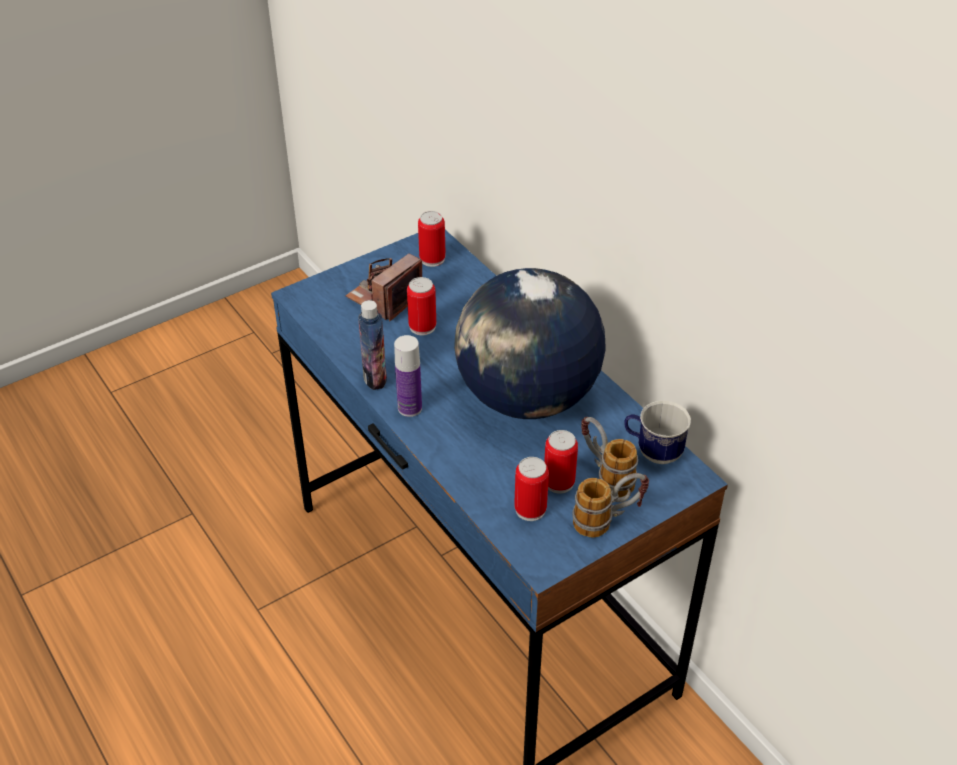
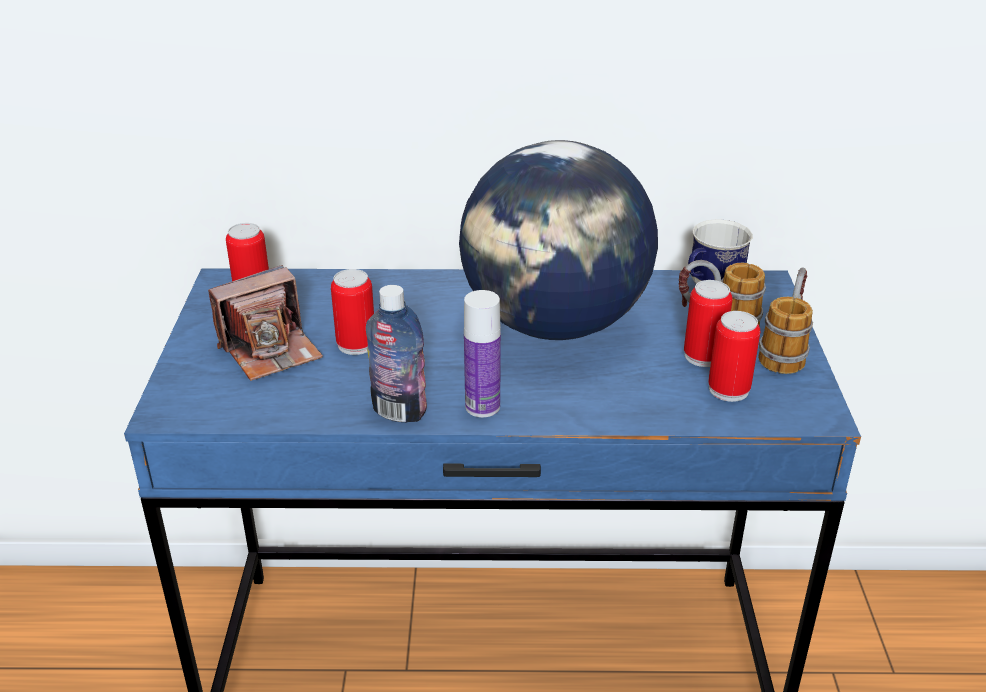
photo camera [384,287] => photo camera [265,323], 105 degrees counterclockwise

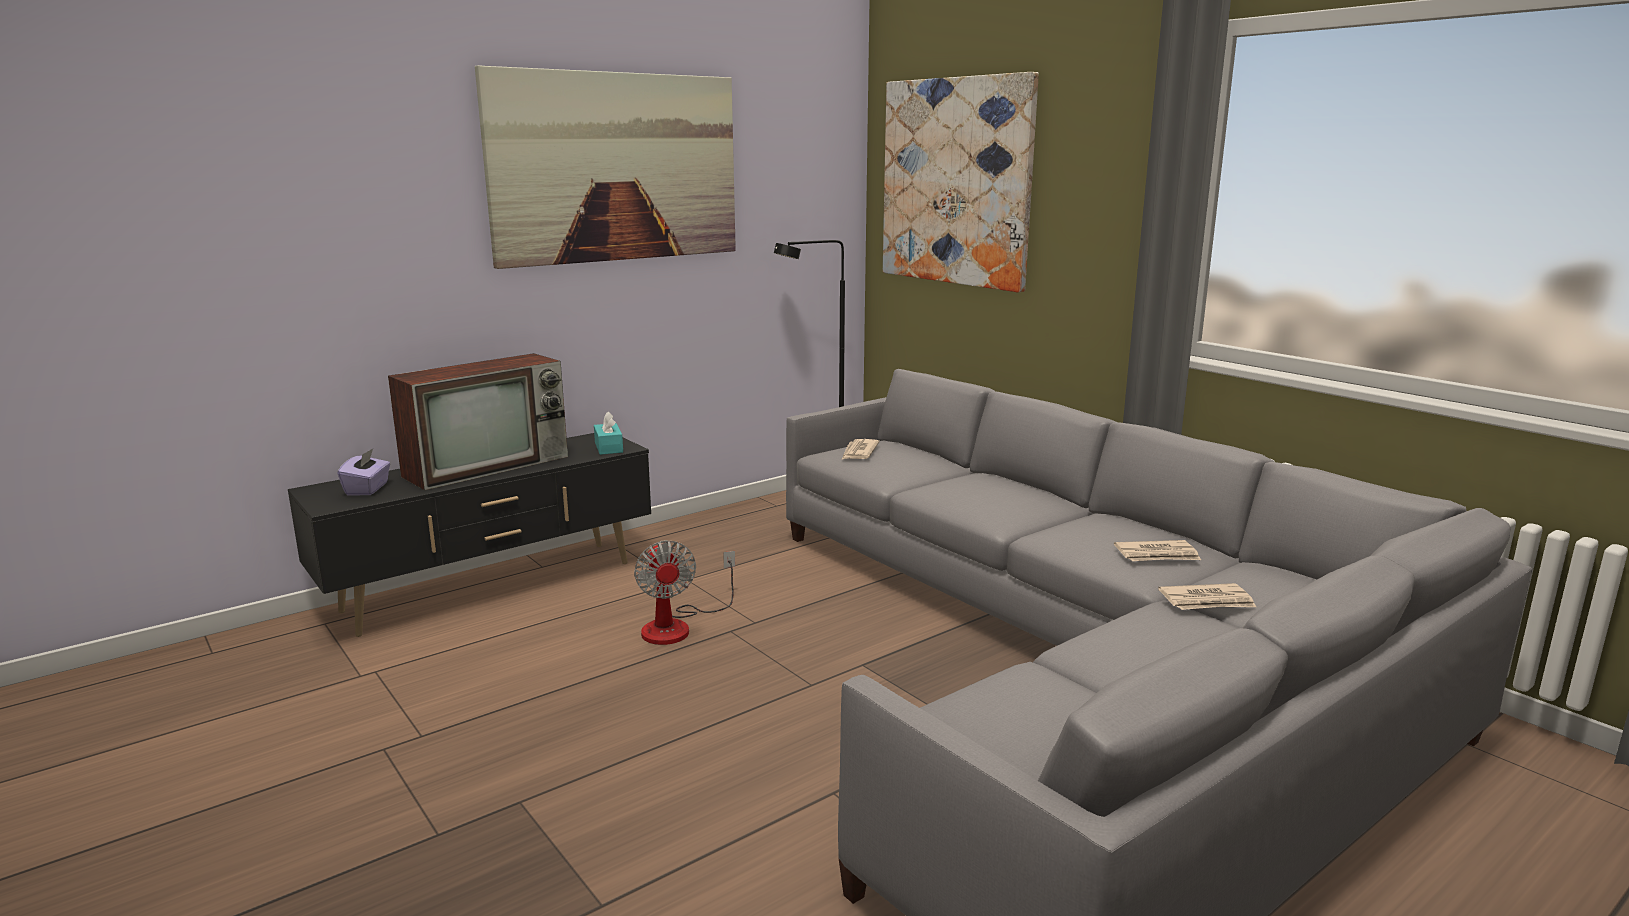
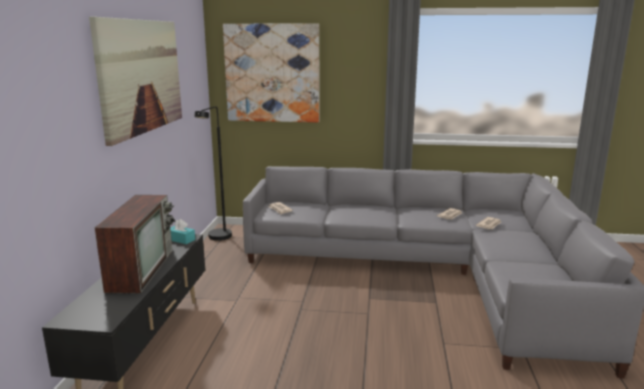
purple tissue box [363,471] => nothing
fan [684,592] => nothing

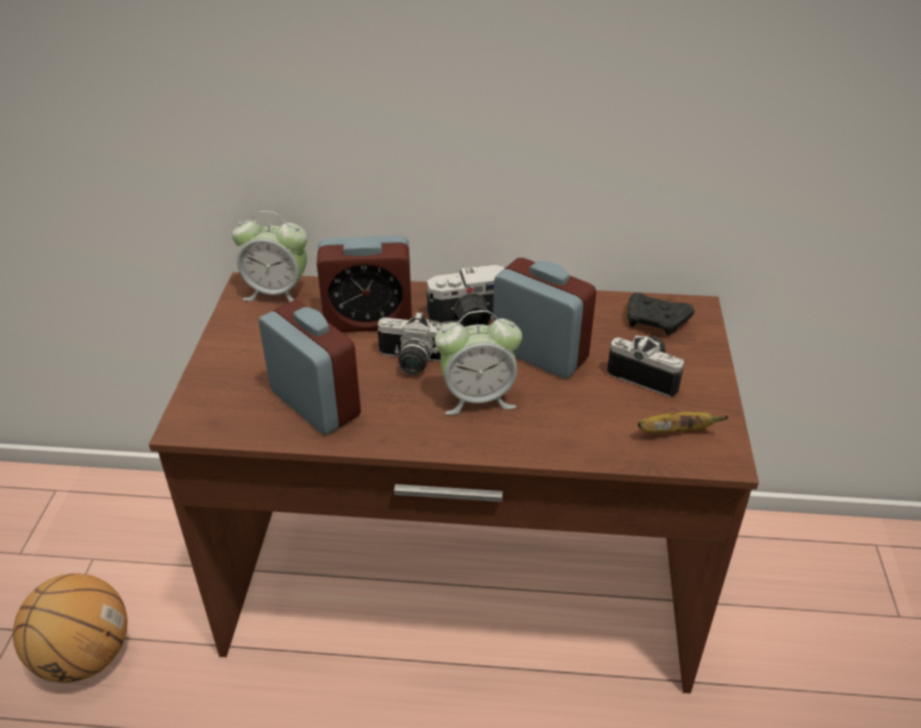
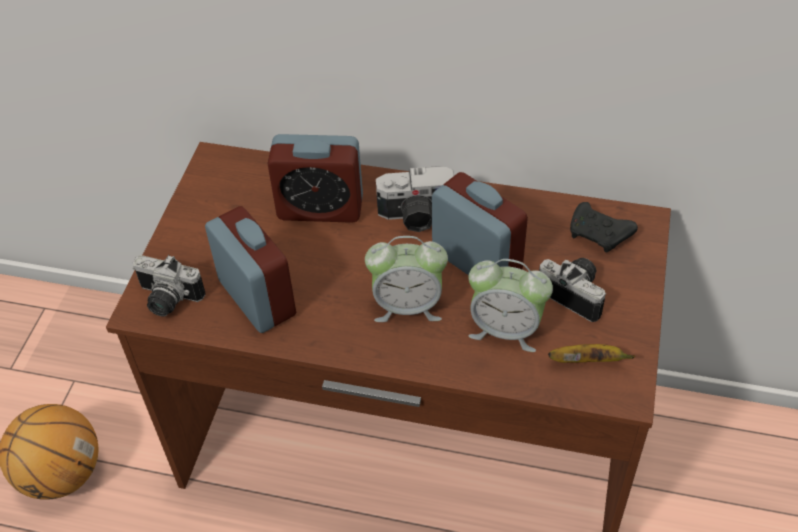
alarm clock [269,256] => alarm clock [510,305], move
photo camera [412,343] => photo camera [169,286], move

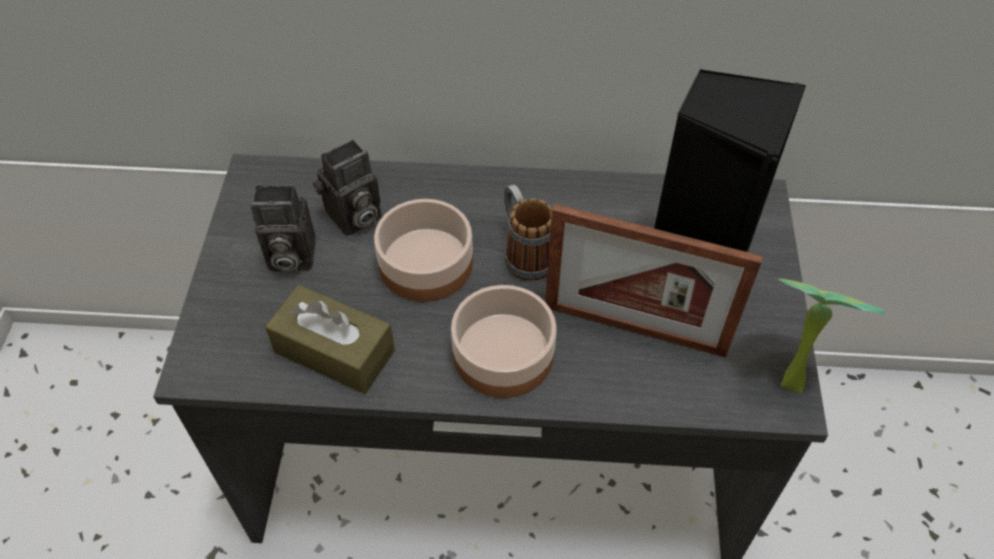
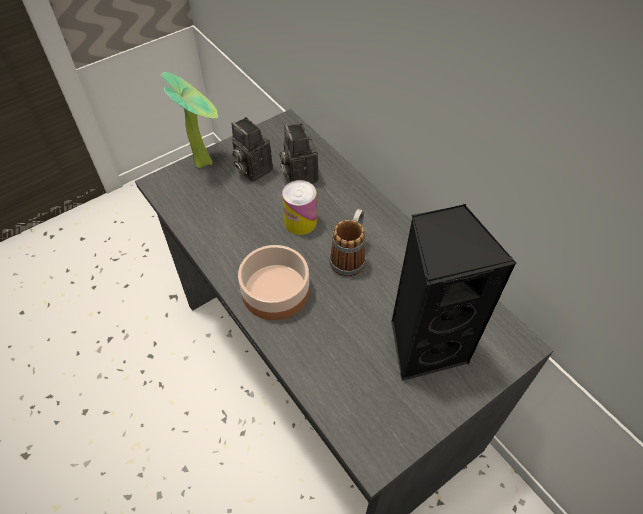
brown tissue box [330,339] => nothing
photo camera [347,187] => photo camera [298,153], 60 degrees clockwise
bowl [423,250] => can [299,207]
picture frame [654,281] => nothing
potted plant [831,336] => potted plant [189,120], move

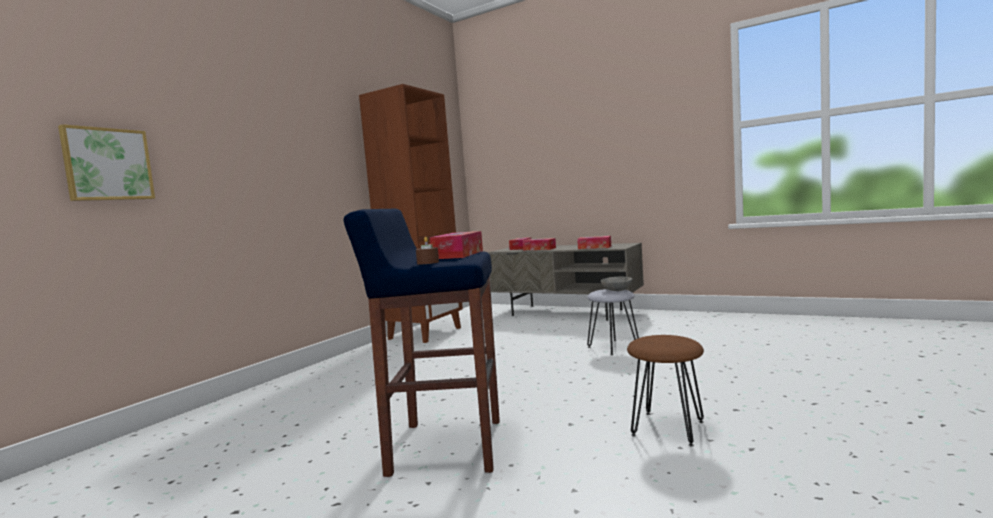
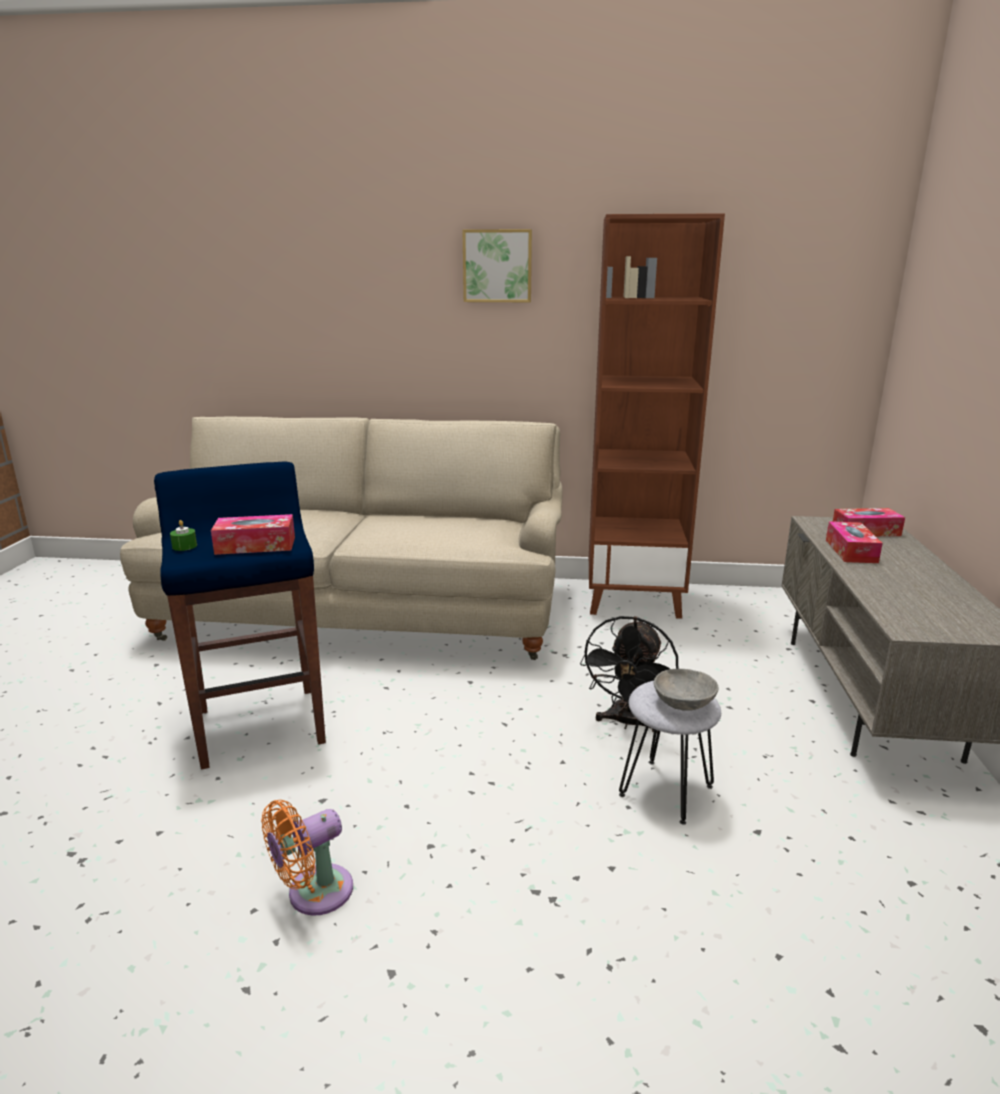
picture [106,162] => picture [497,265], move
brown candle [427,250] => green candle [183,535]
tissue box [594,242] => nothing
brown stool [665,391] => orange fan [307,858]
nothing => beige sofa [341,538]
nothing => black fan [629,674]

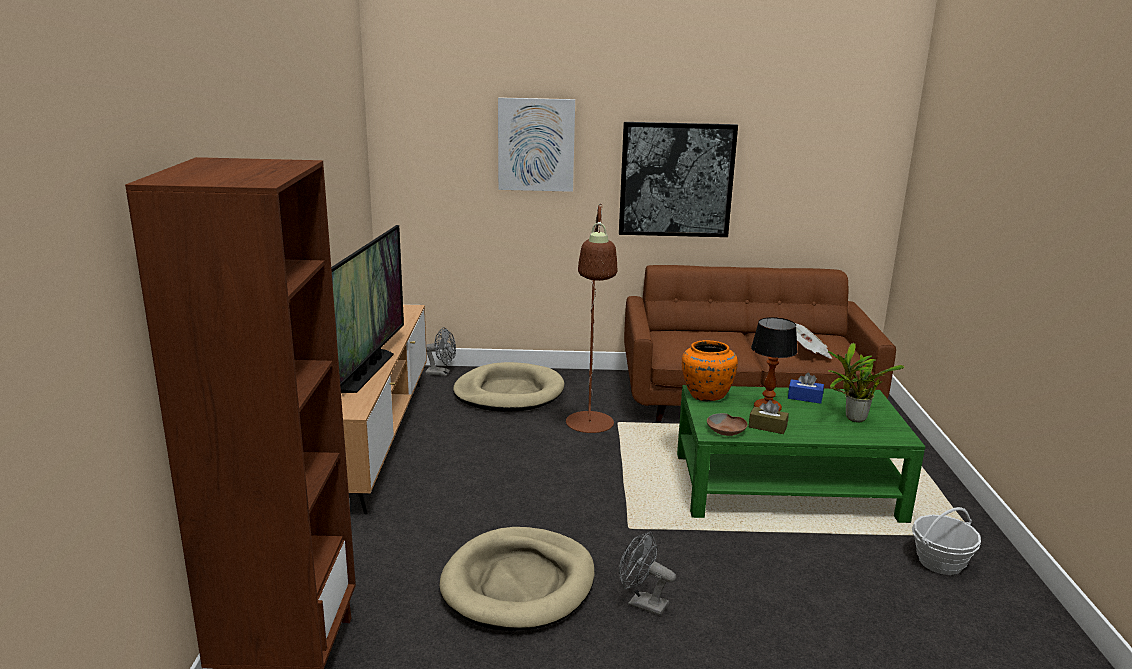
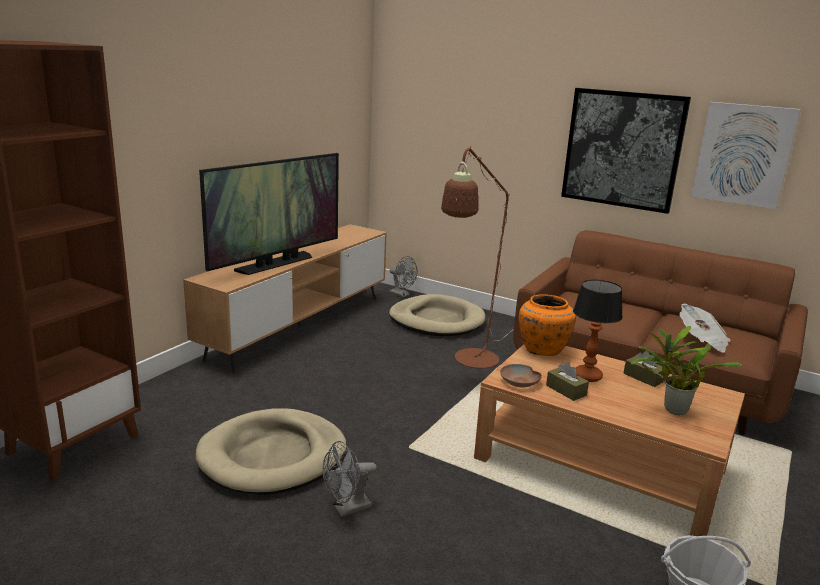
picture [536,144] => picture [746,155], move
grey fan [647,574] => grey fan [350,479], 90 degrees counterclockwise
green coffee table [801,454] => brown coffee table [609,440]
blue tissue box [806,388] => brown tissue box [644,369]

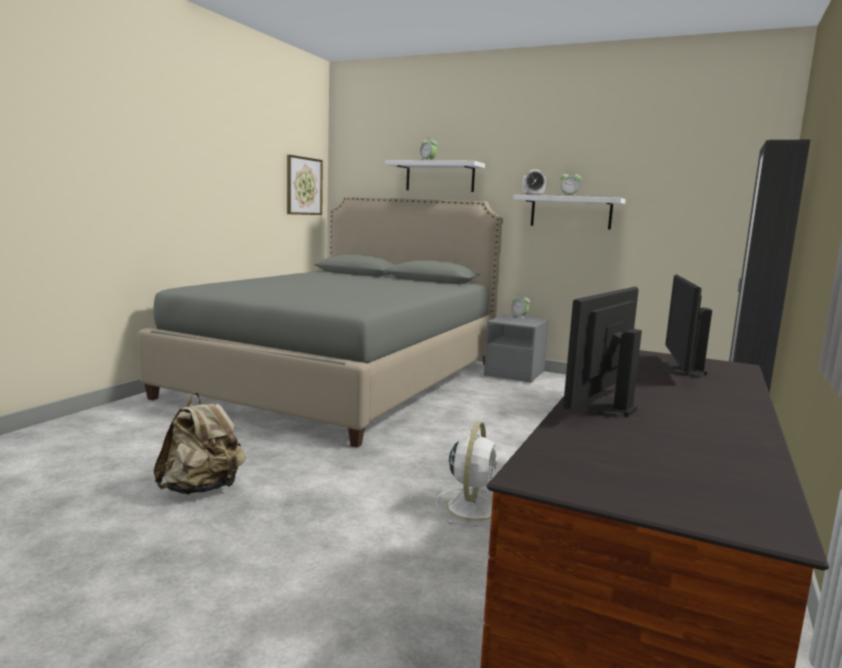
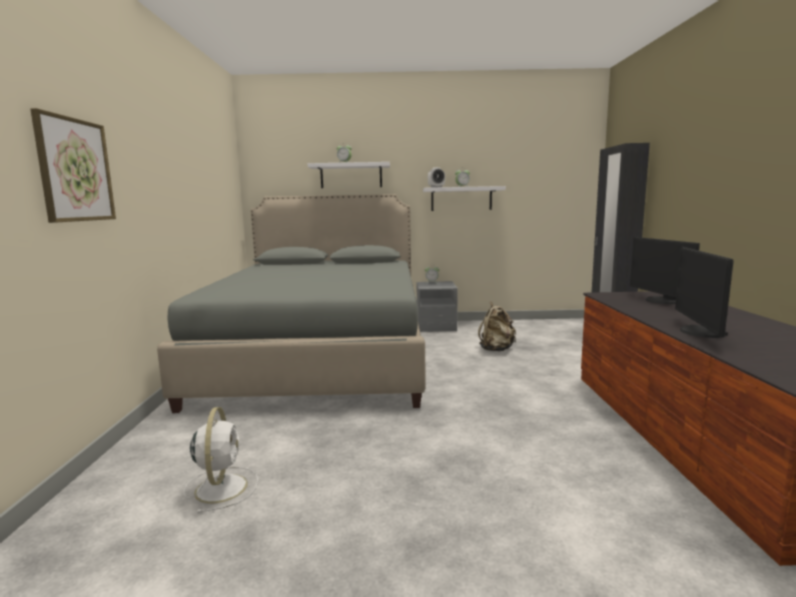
beige backpack [200,444] => beige backpack [497,326], move
picture [305,185] => picture [73,165], move
white fan [466,474] => white fan [221,460], move

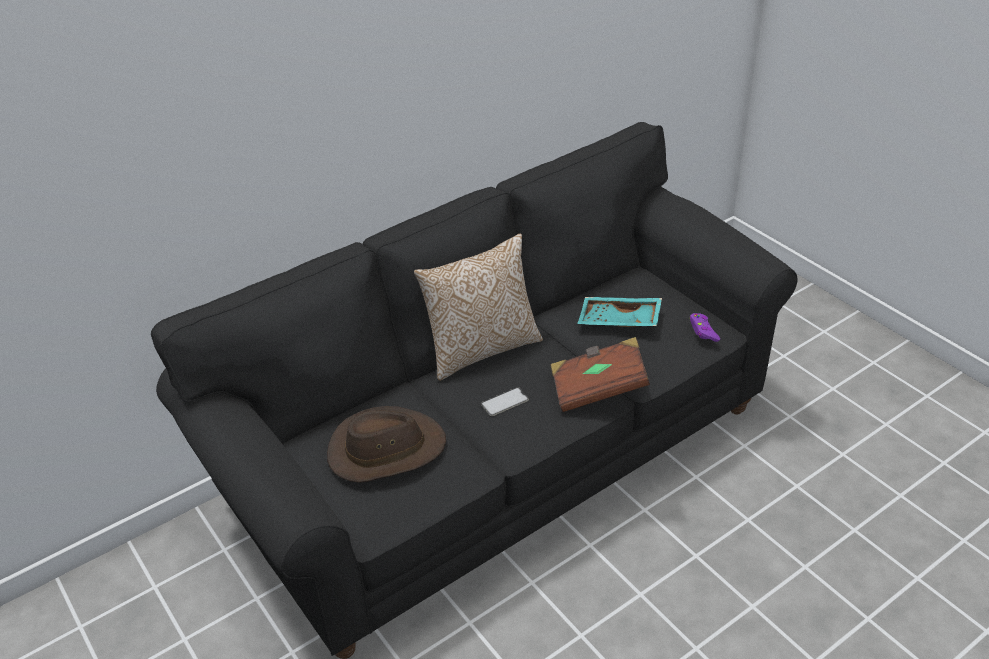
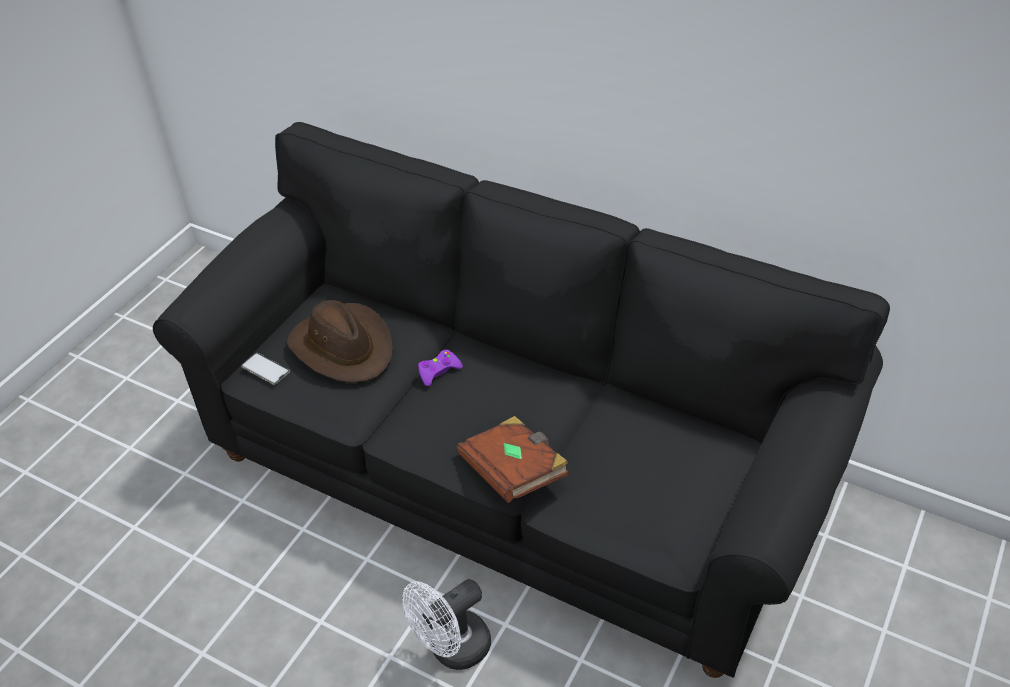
pillow [478,307] => nothing
phone [505,401] => phone [265,369], move
turquoise tray [619,312] => nothing
purple game controller [705,327] => purple game controller [440,368], move
nothing => white fan [446,624]

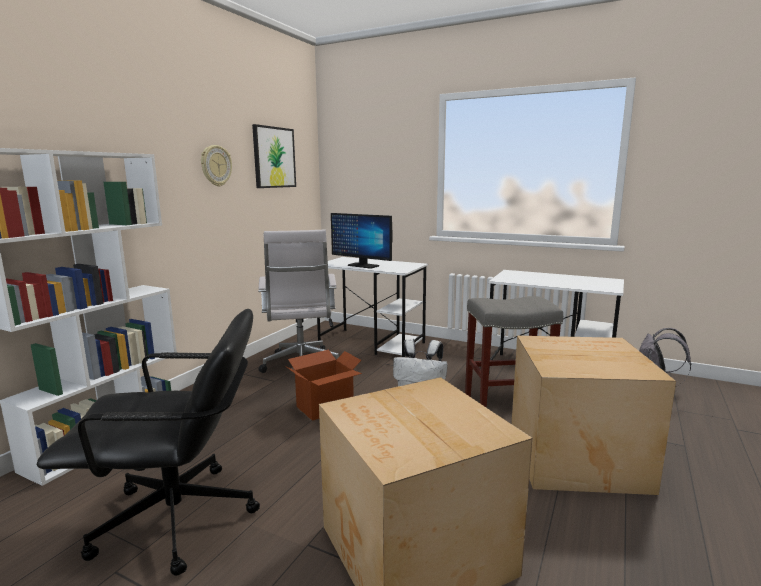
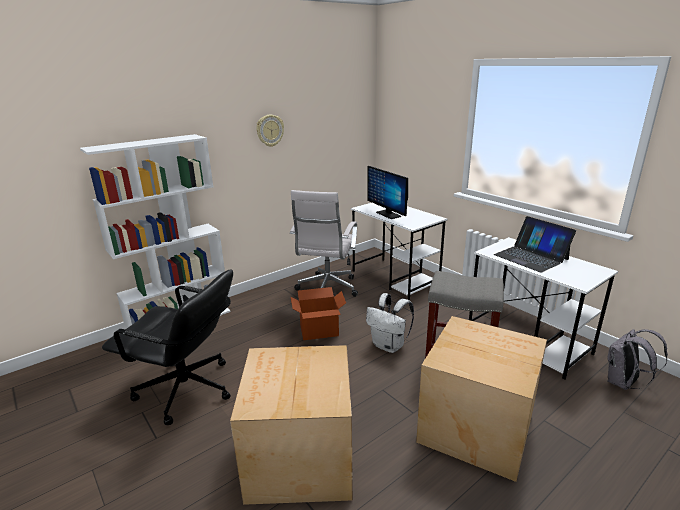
picture [274,156] => nothing
nothing => laptop [535,244]

